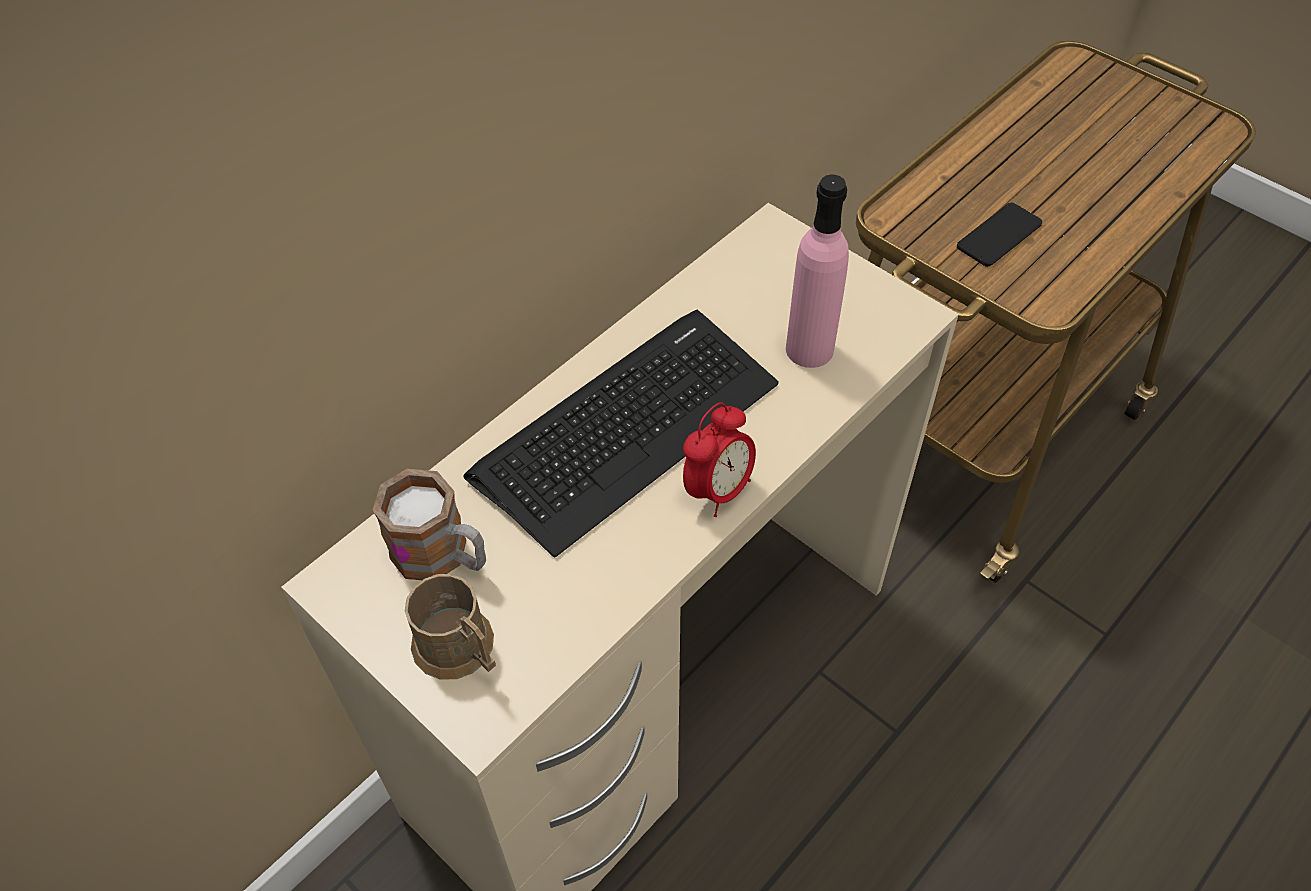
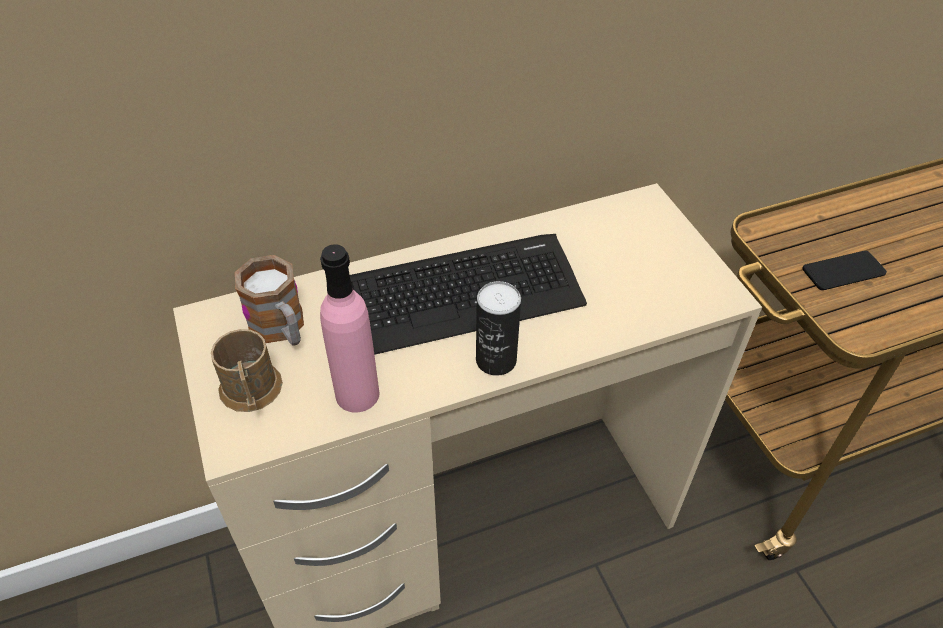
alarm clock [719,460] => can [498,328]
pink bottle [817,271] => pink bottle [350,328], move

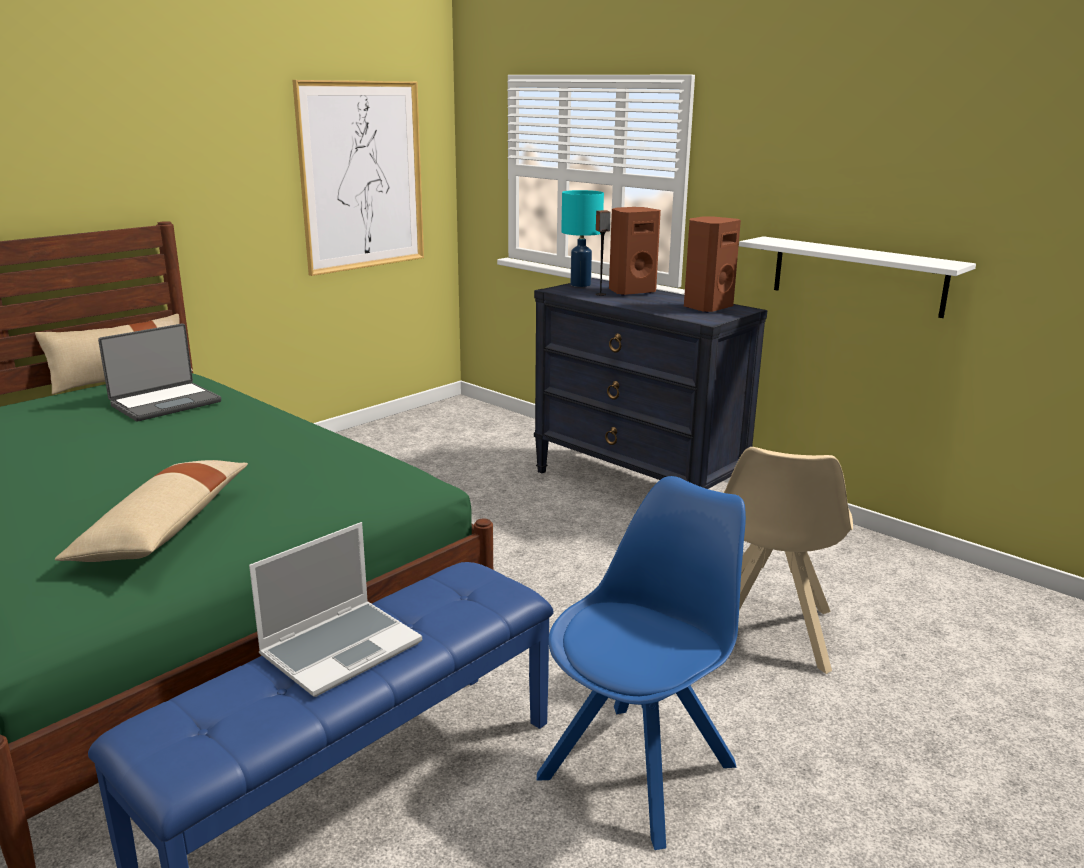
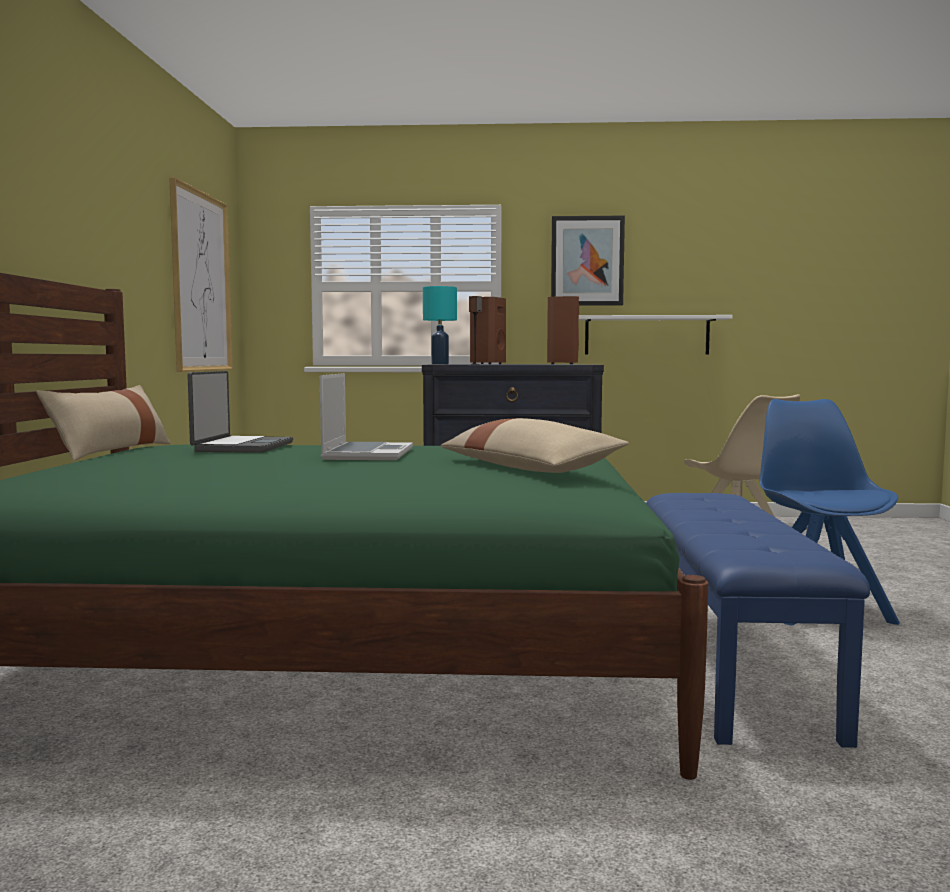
laptop [335,609] => laptop [366,416], move
nothing => picture [588,261]

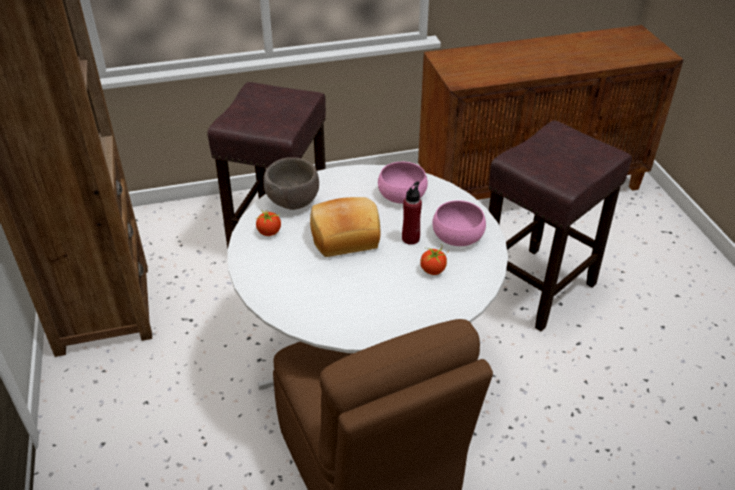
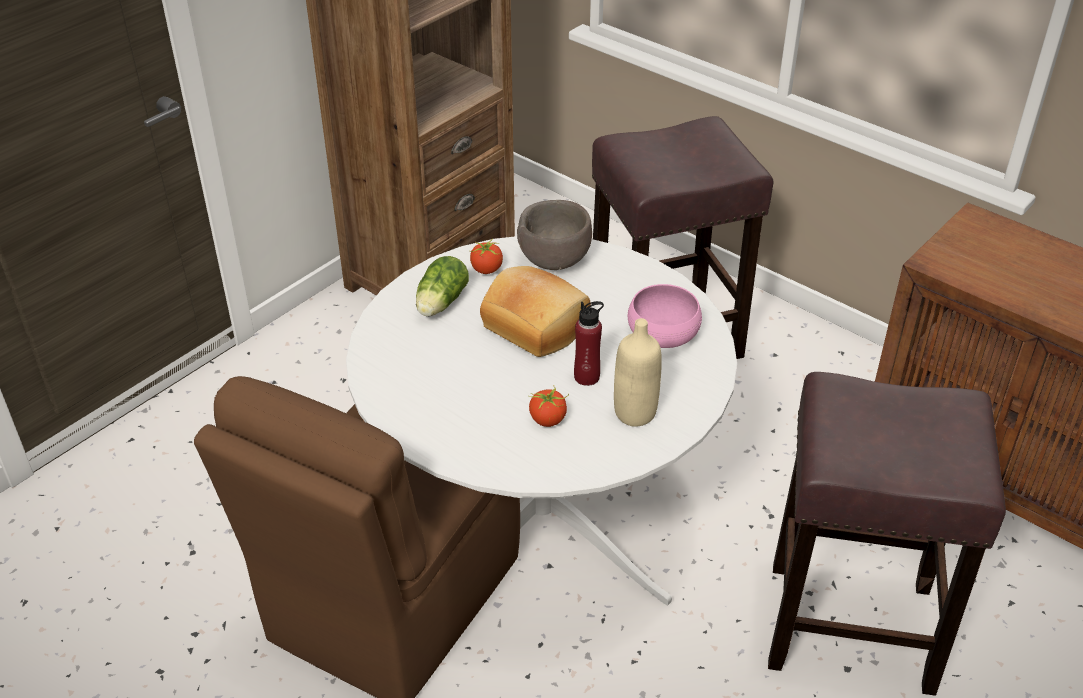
pink bowl [459,223] => beige bottle [638,372]
nothing => lettuce [442,286]

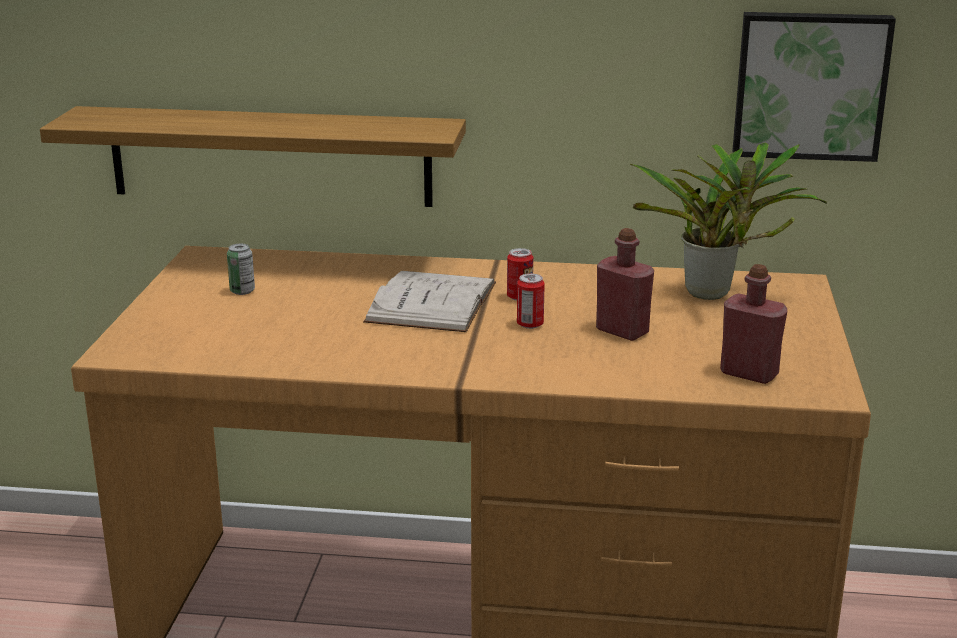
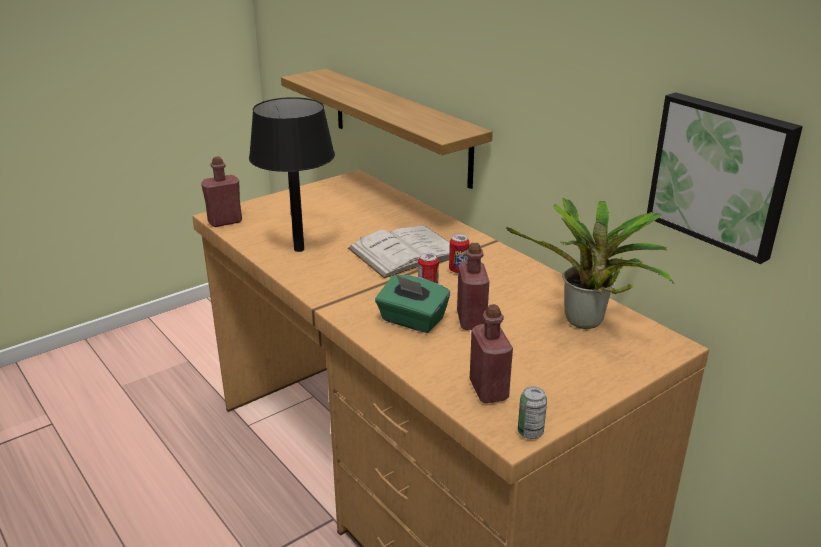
can [241,269] => can [532,412], move
nothing => red bottle [221,191]
nothing => black table lamp [292,174]
nothing => green tissue box [412,304]

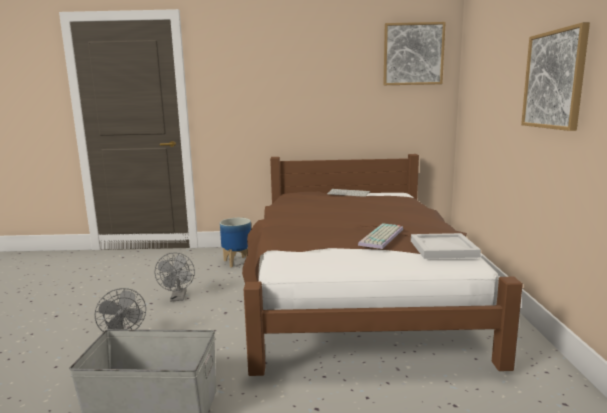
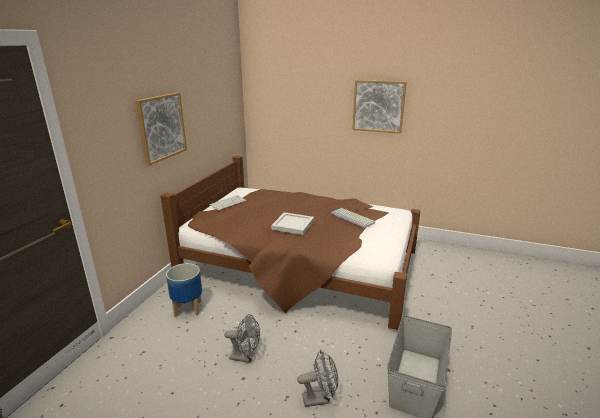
picture [414,53] => picture [161,129], move
white tray [446,246] => white tray [292,223], move

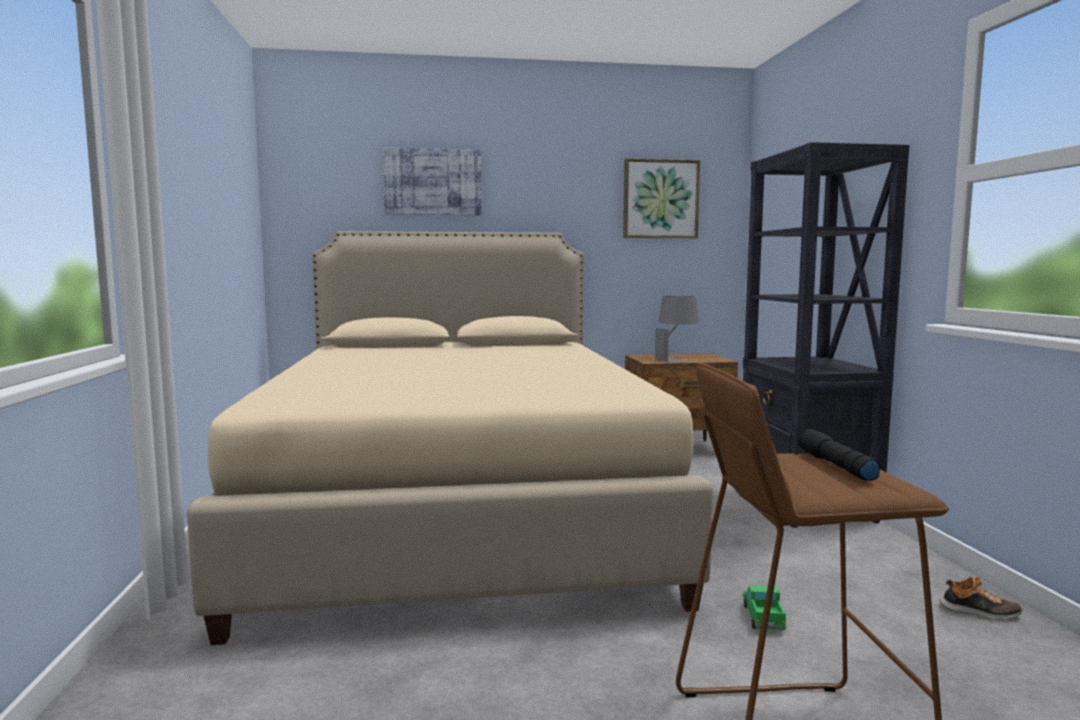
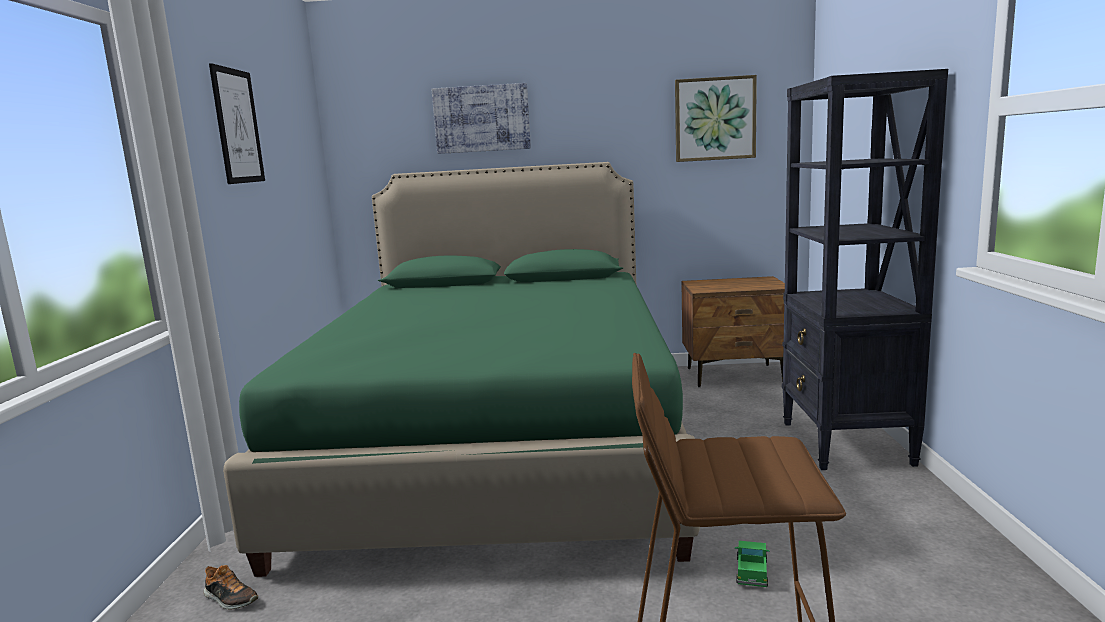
beige bed [450,438] => green bed [461,369]
grey table lamp [674,329] => nothing
black flashlight [839,455] => nothing
shoe [981,598] => shoe [231,587], move
nothing => picture [237,123]

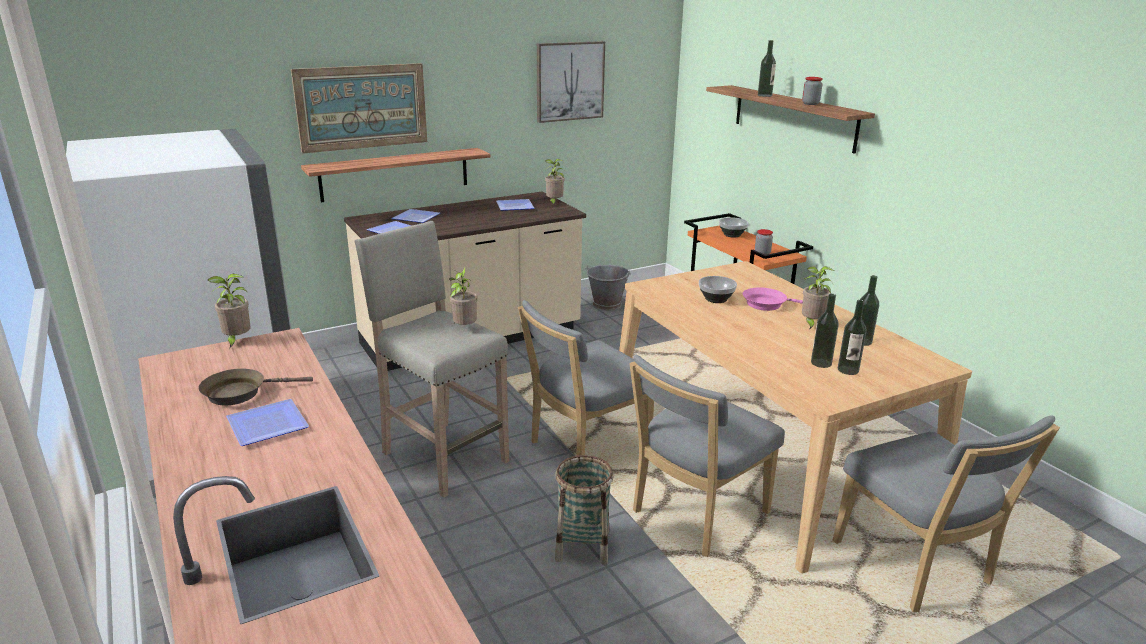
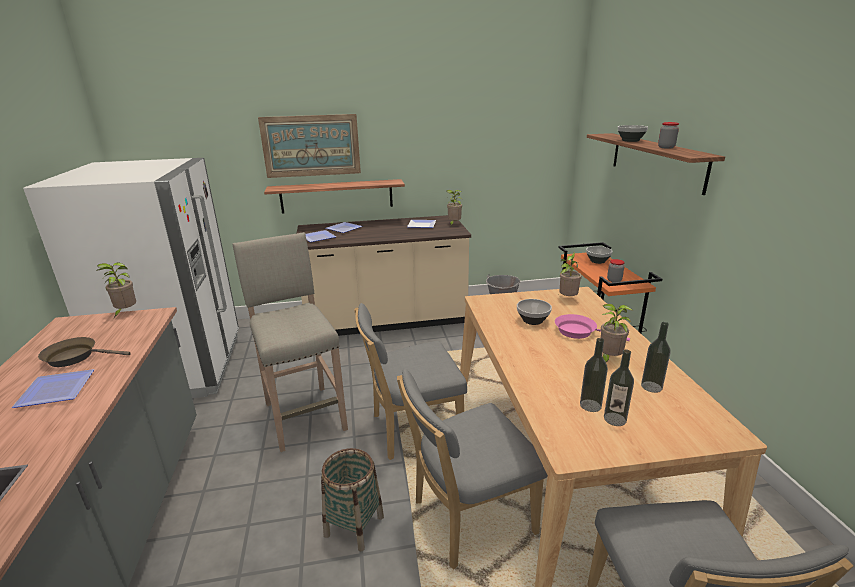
potted plant [463,296] => potted plant [571,274], move
picture [571,82] => nothing
bottle [767,68] => bowl [633,133]

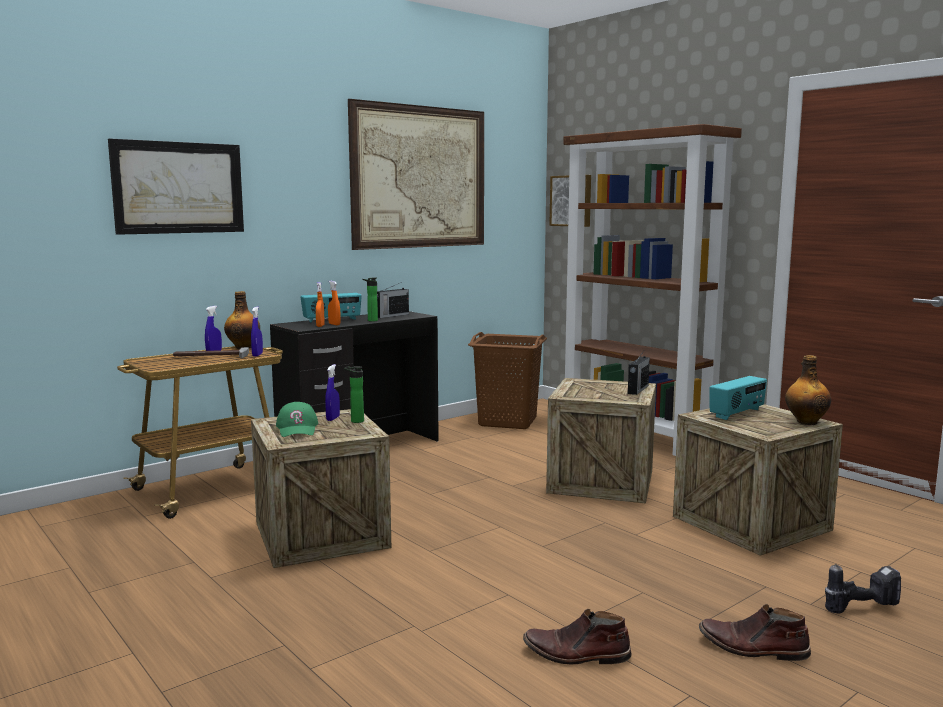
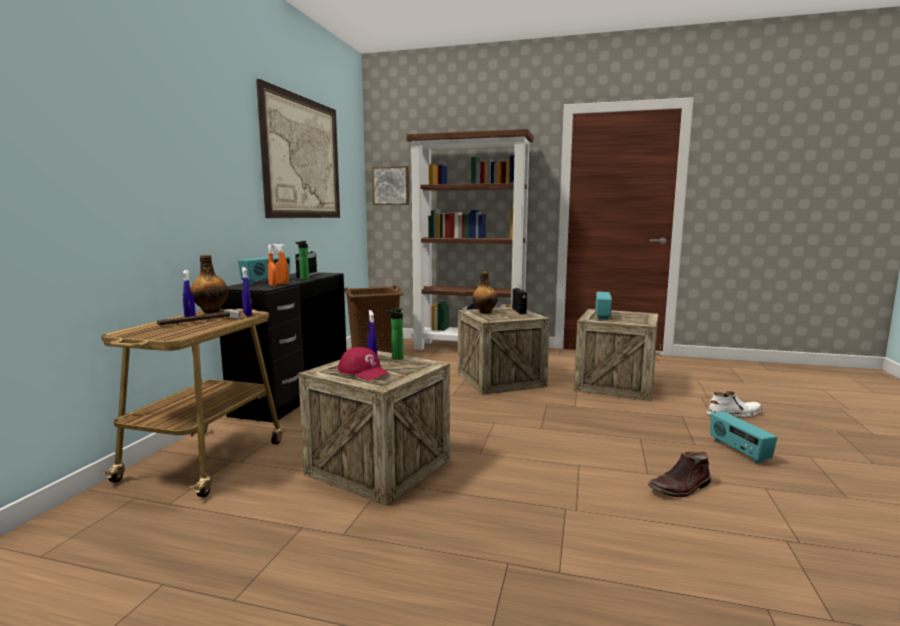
picture [176,187] => nothing
green cap [297,419] => red cap [364,364]
brown boot [755,632] => radio [743,438]
bottle [808,390] => bottle [485,292], move
power drill [863,588] => white boot [734,404]

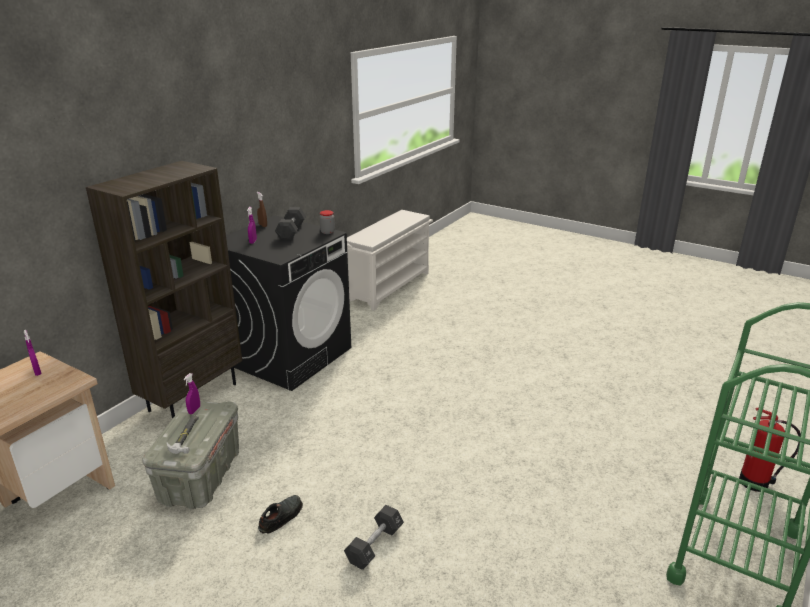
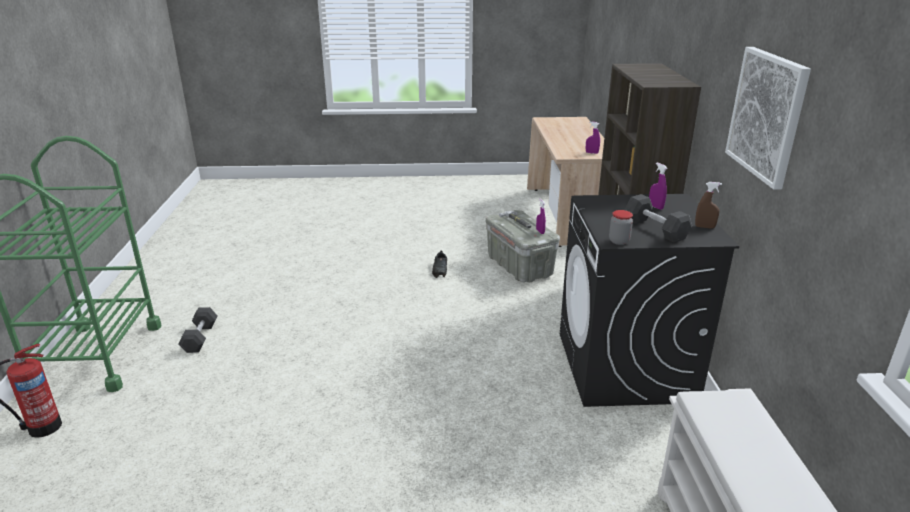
black dumbbell [374,537] => black dumbbell [198,330], move
nothing => picture [768,118]

